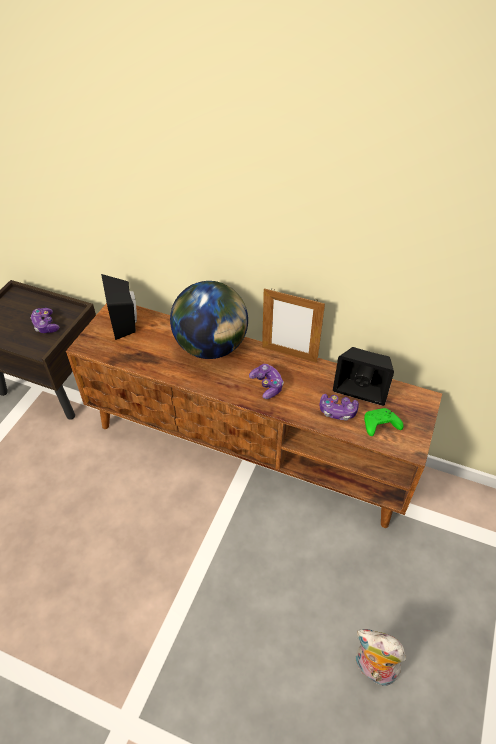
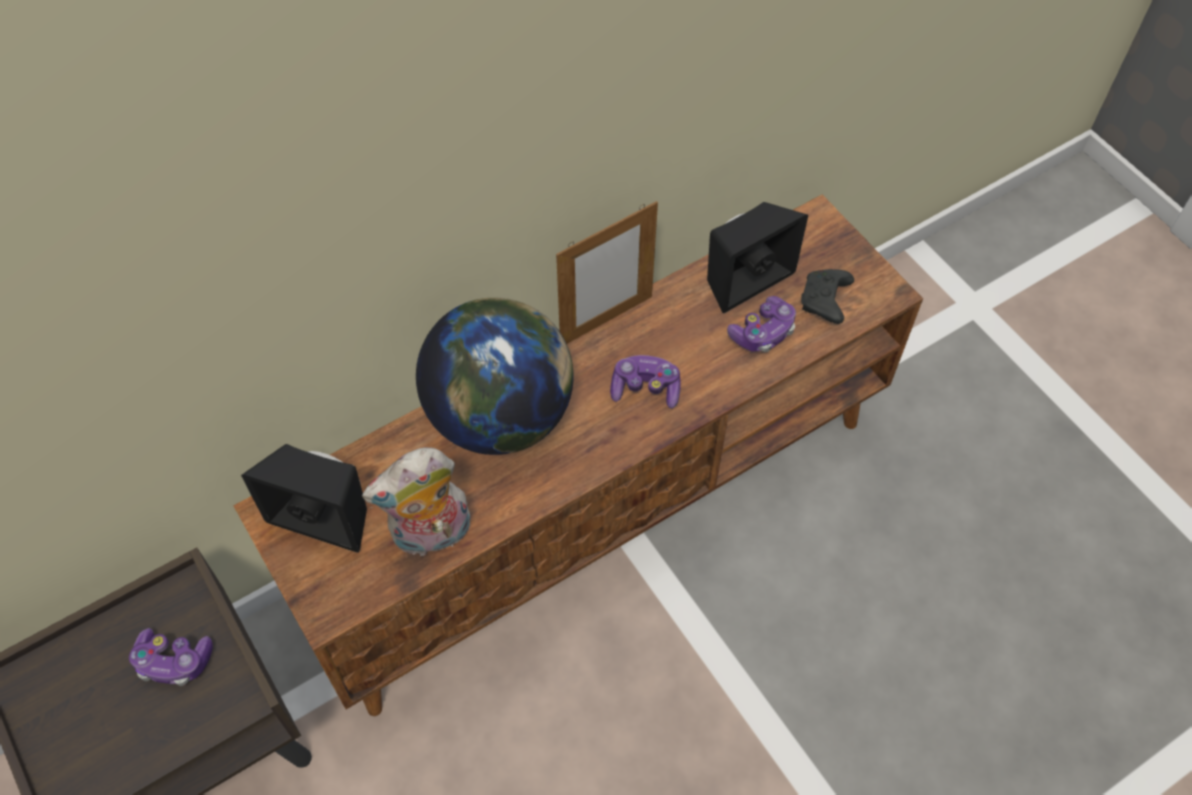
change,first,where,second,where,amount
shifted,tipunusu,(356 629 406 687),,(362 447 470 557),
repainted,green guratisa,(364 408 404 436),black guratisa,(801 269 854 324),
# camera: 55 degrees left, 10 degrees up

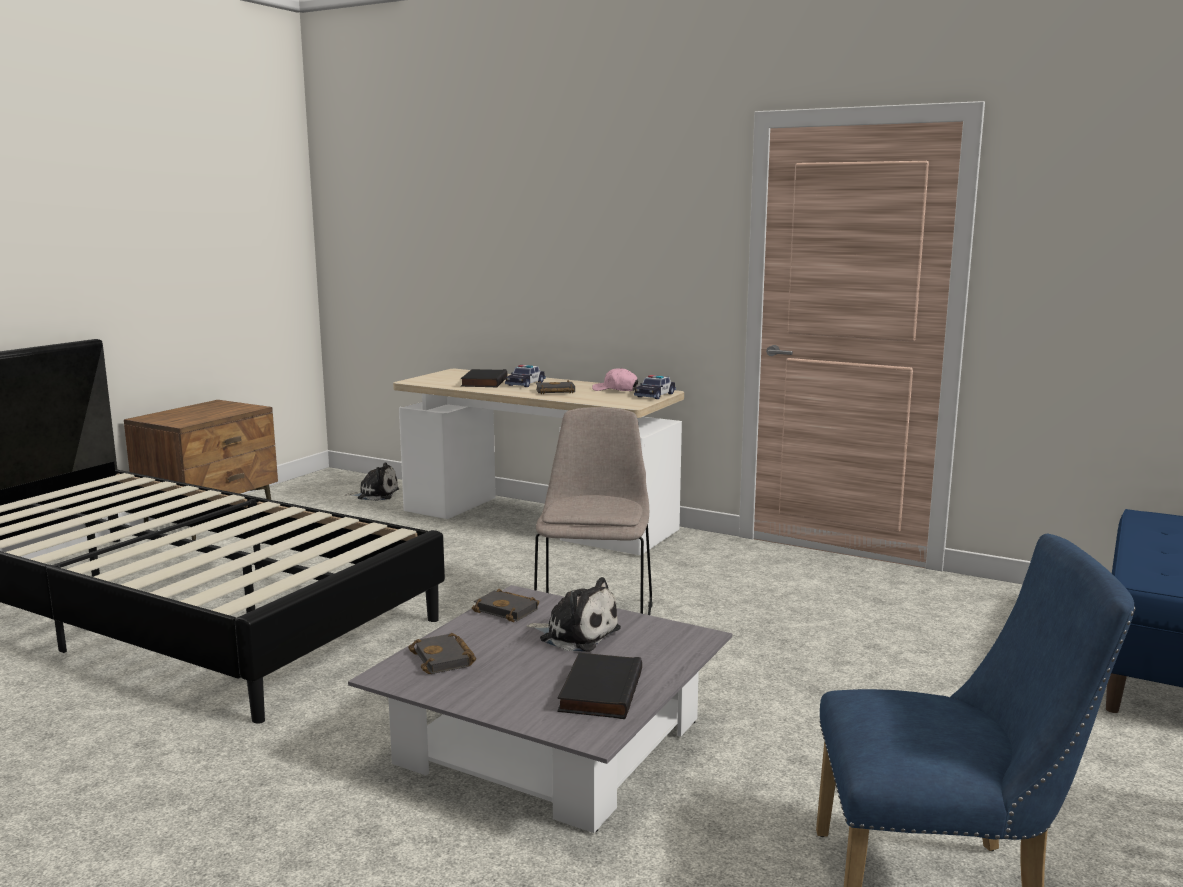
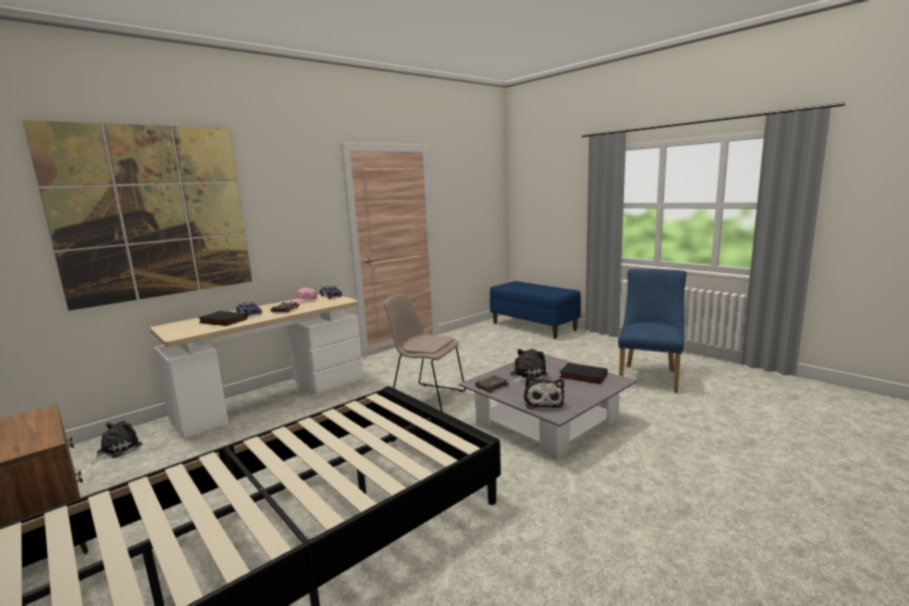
change,first,where,second,where,amount
swapped,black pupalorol,(408 633 476 674),tipunusu,(524 376 564 409),
new,,,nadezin,(22 120 252 311),
# camera: 70 degrees left, 0 degrees up

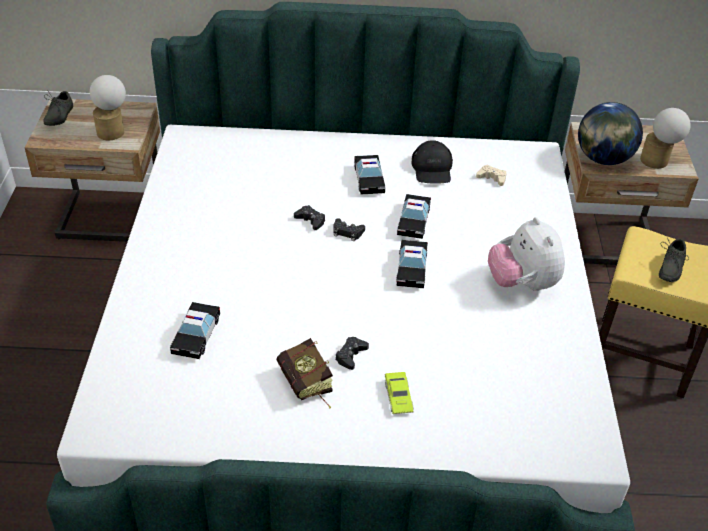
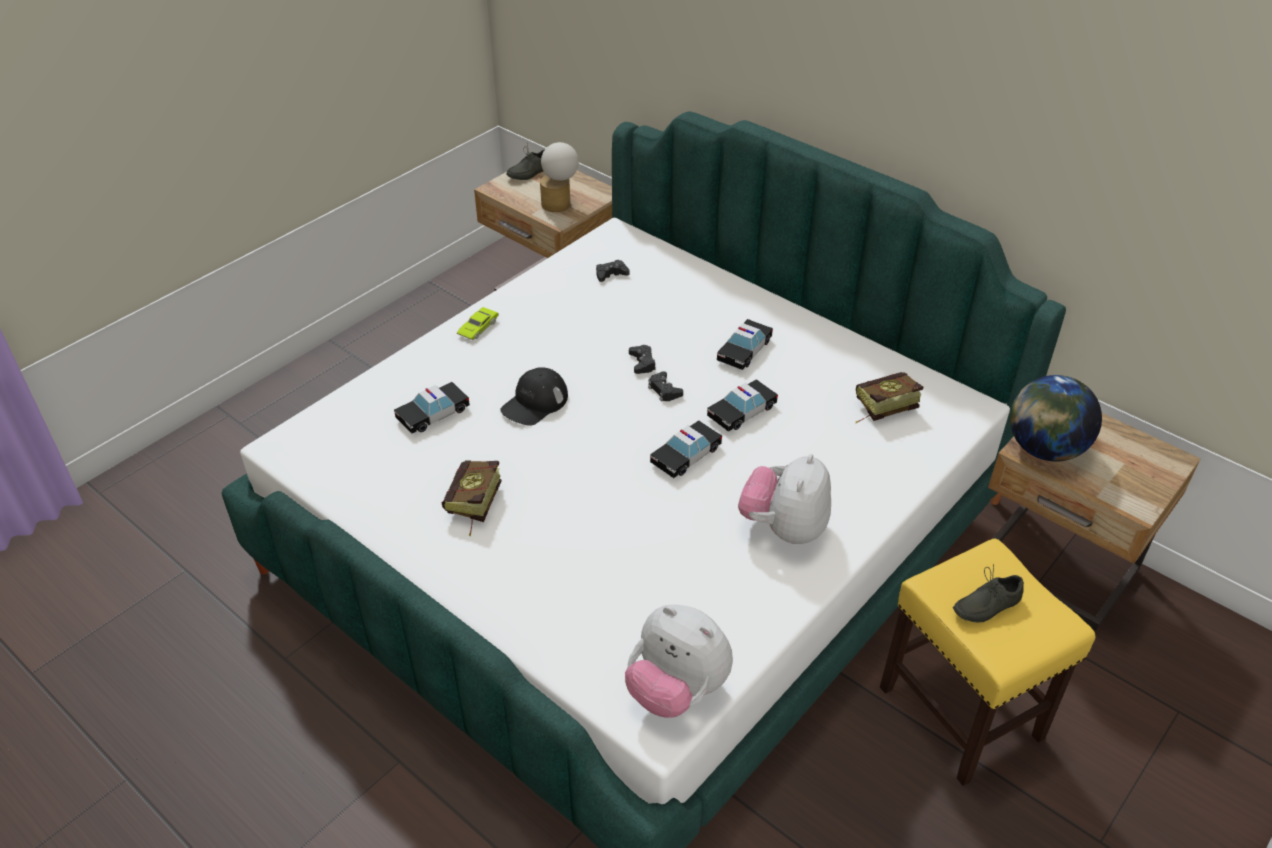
change,first,where,second,where,amount
shifted,black guratisa,(335 337 369 370),,(596 260 630 282),
shifted,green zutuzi,(385 372 414 414),,(456 307 499 340),
shifted,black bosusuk,(412 140 453 184),,(500 368 568 426),
swapped,beige guratisa,(476 165 507 186),pupalorol,(855 372 923 423),
gone,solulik,(640 108 691 169),,,
new,,,tipunusu,(625 605 733 718),
# camera: 40 degrees right, 0 degrees up

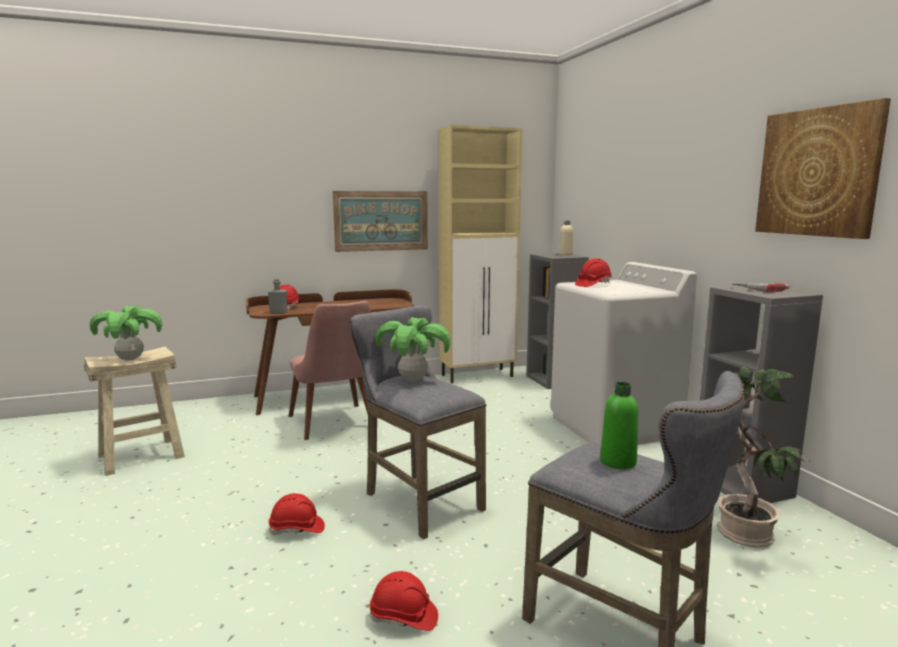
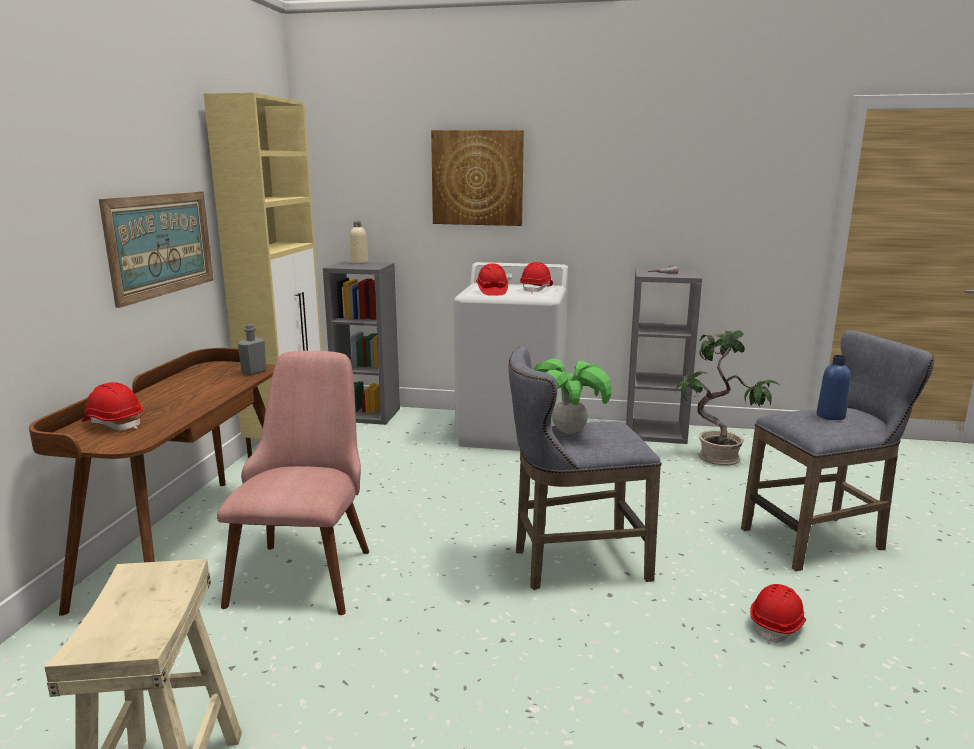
change,first,where,second,where,amount
gone,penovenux,(90 306 162 361),,,
shifted,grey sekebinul,(268 278 288 314),,(238 324 267 375),
shifted,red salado,(268 493 325 535),,(520 262 553 293),
rotated,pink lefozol,(289 301 371 440),,(217 351 369 615),90 degrees counterclockwise
repainted,green sekebinul,(600 382 639 469),blue sekebinul,(817 355 851 420),
shifted,nadezin,(755 98 891 239),,(431 130 524 226),
# camera: 60 degrees left, 5 degrees up

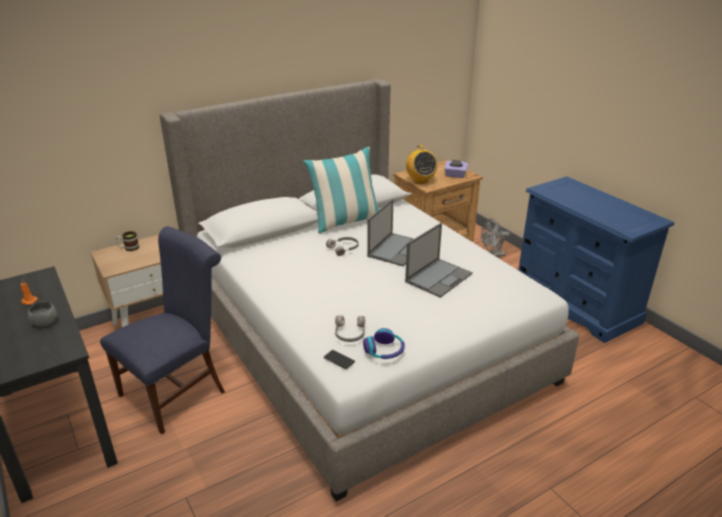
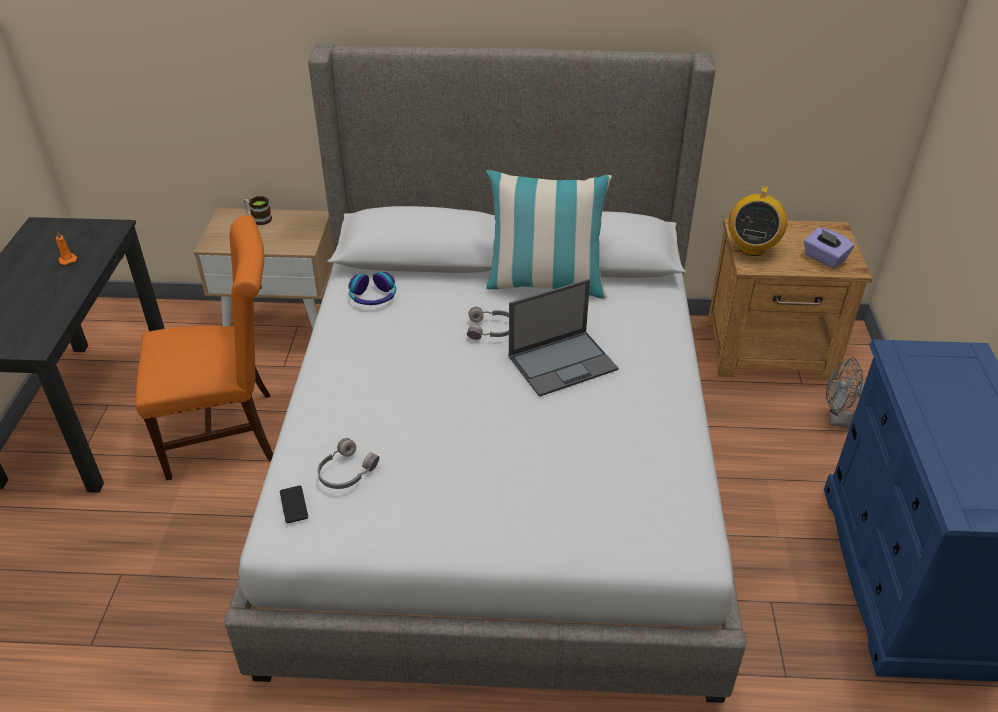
change,first,where,second,where,amount
gone,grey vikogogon,(28 301 57 326),,,
repainted,blue lefozol,(100 226 225 434),orange lefozol,(135 215 273 480),
shifted,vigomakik,(363 328 405 359),,(349 272 396 305),
gone,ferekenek,(405 223 473 298),,,
# camera: 35 degrees right, 10 degrees up

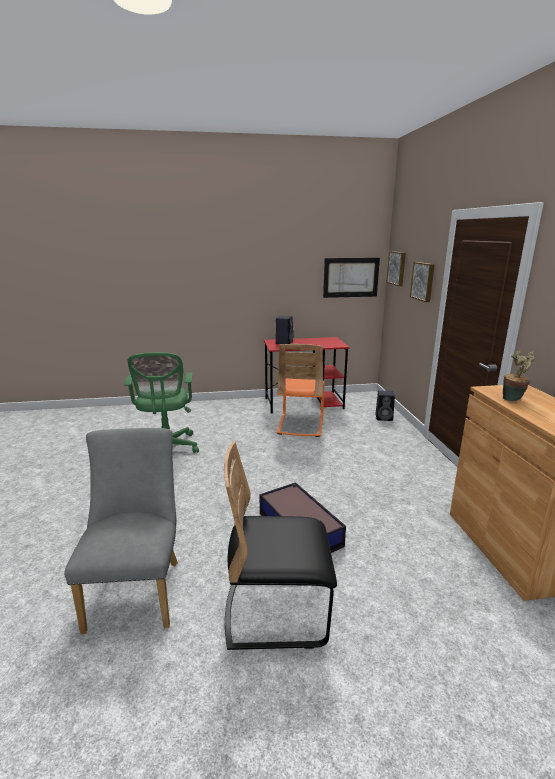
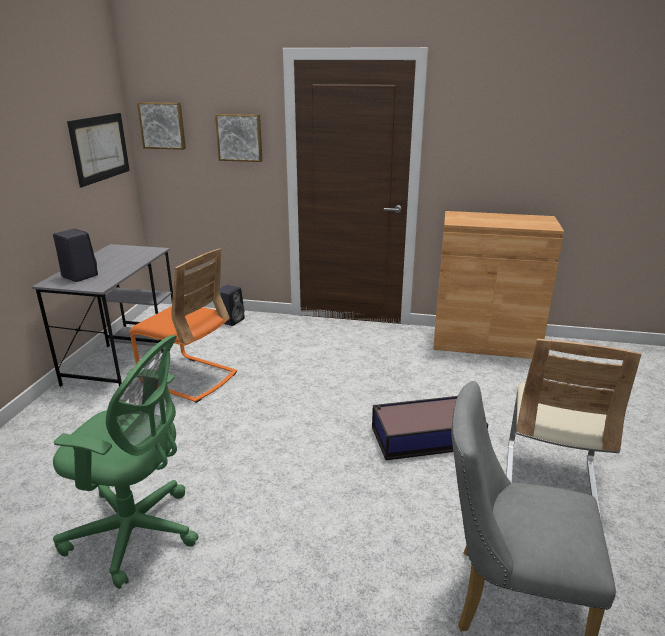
change,first,where,second,where,amount
repainted,black lefozol,(224 442 337 650),beige lefozol,(506 339 641 523),
repainted,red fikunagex,(264 337 350 414),grey fikunagex,(32 244 173 387),
gone,penovenux,(503 350 535 401),,,
# camera: 70 degrees left, 5 degrees up

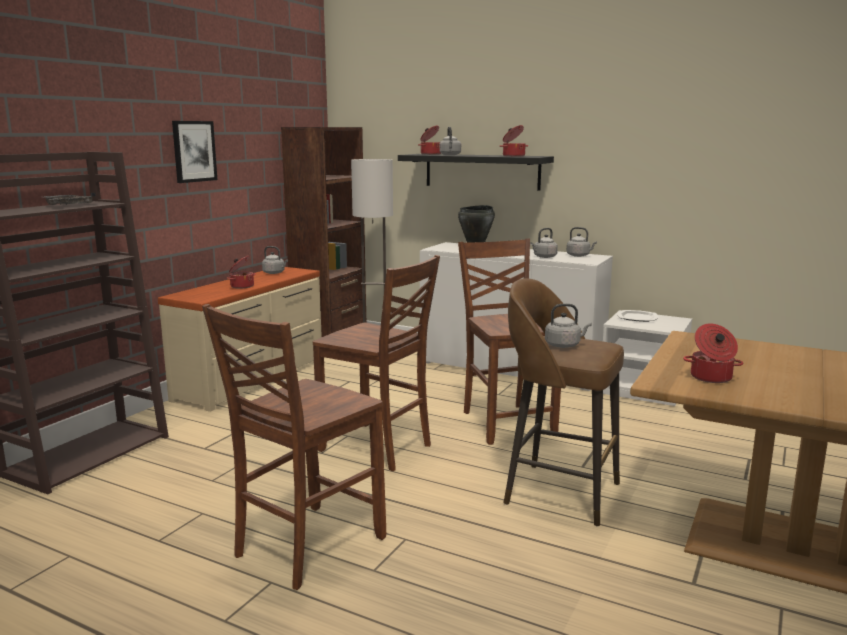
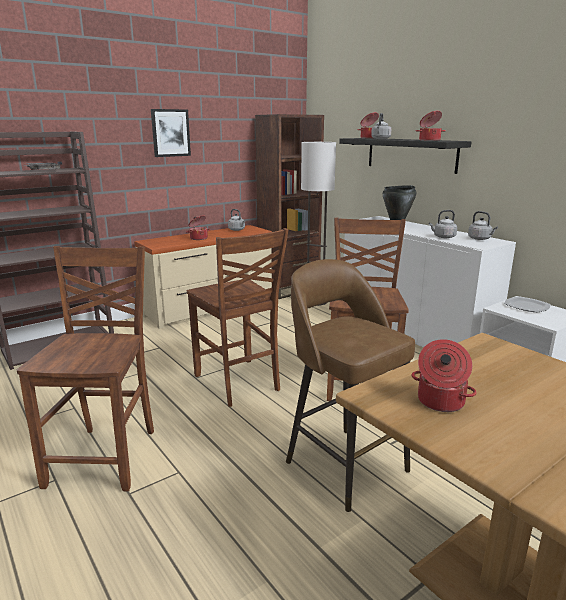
change,first,where,second,where,amount
rotated,brown lefozol,(202 304 386 590),,(17 246 154 492),120 degrees clockwise
gone,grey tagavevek,(545 304 592 348),,,
# camera: 25 degrees right, 5 degrees up

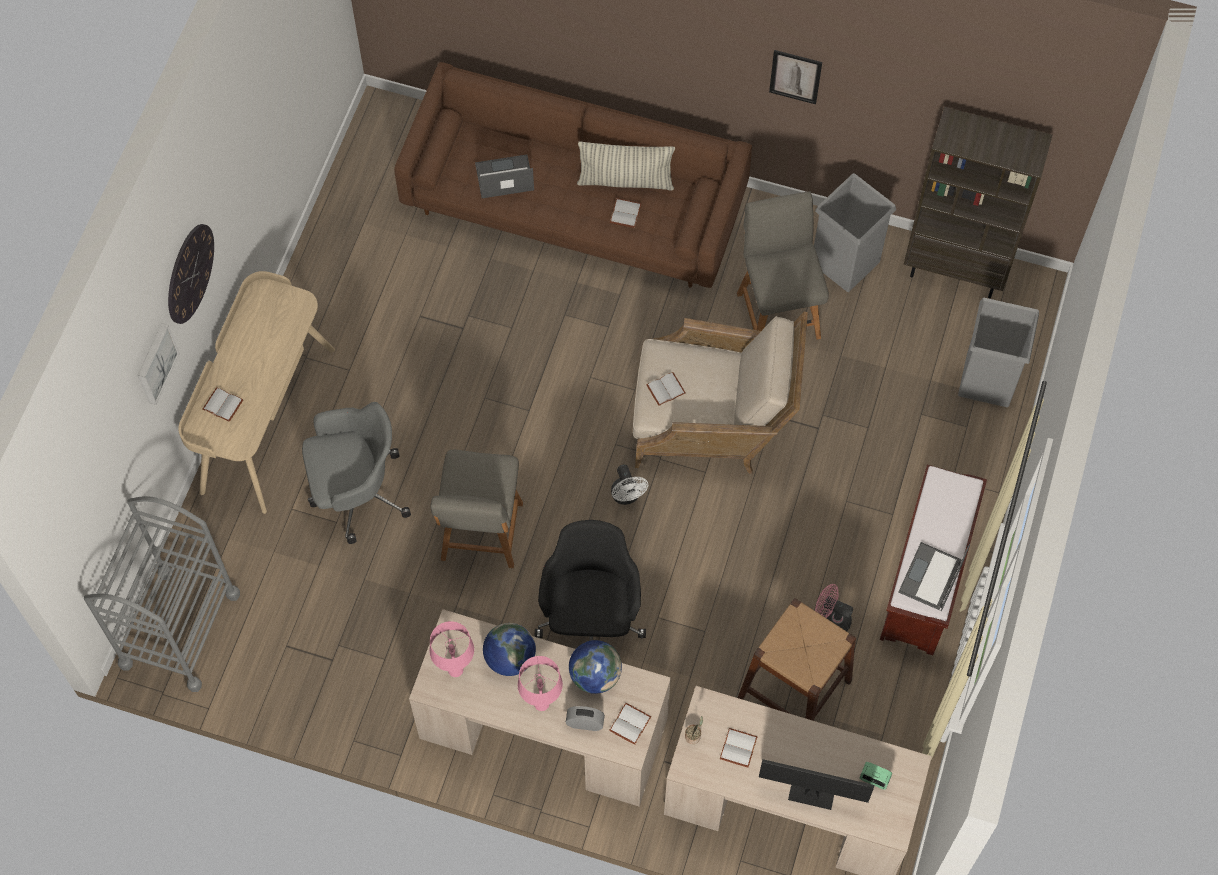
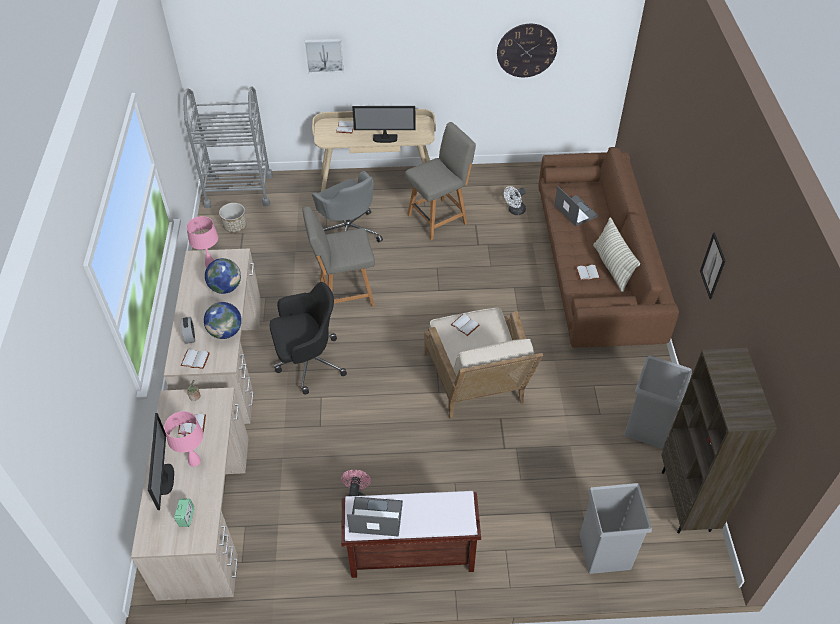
change,first,where,second,where,amount
shifted,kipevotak,(168 224 214 324),,(497 24 557 77),
shifted,pink solulik,(518 656 563 711),,(164 411 203 467),
shifted,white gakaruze,(611 465 648 505),,(504 186 526 215),
shifted,grey lefozol,(737 191 829 340),,(405 122 476 240),
gone,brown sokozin,(738 598 856 721),,,
new,,,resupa,(219 203 246 233),
new,,,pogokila,(352 106 416 143),
# camera: 70 degrees right, 15 degrees down

